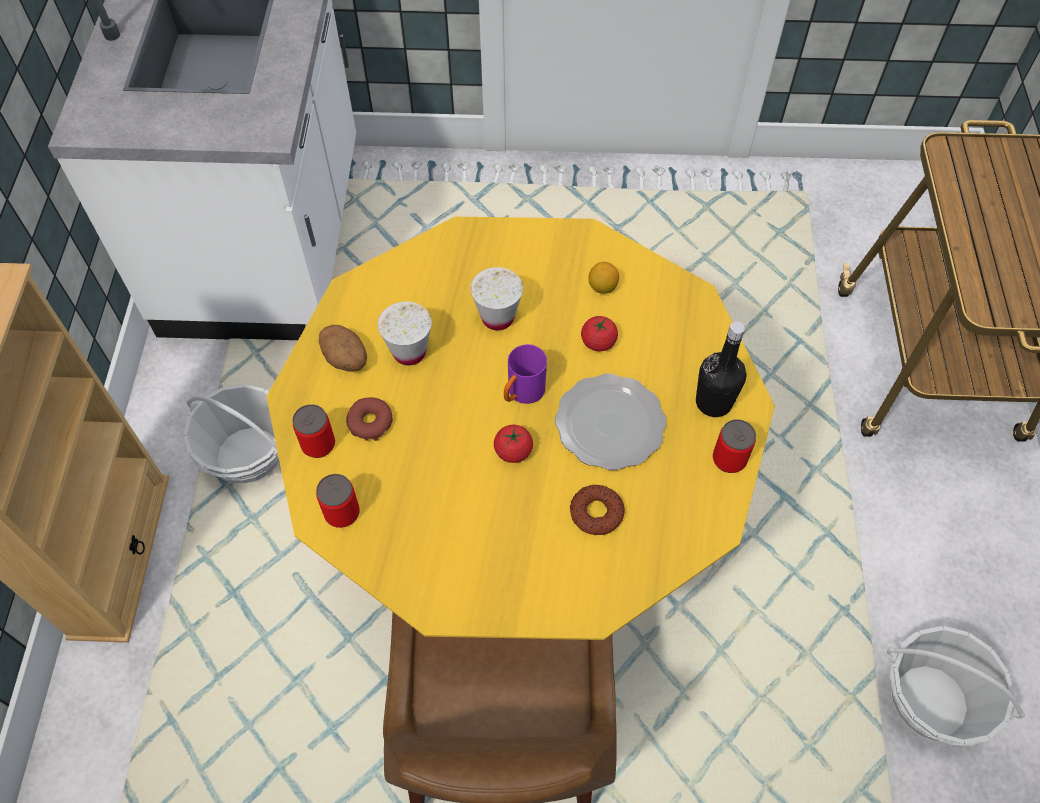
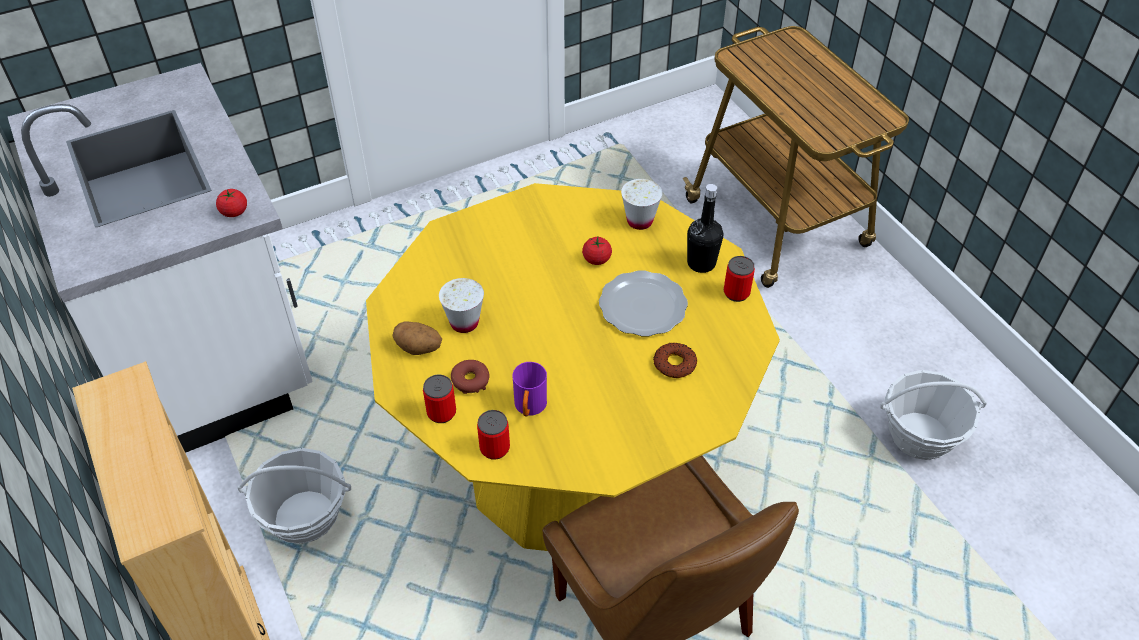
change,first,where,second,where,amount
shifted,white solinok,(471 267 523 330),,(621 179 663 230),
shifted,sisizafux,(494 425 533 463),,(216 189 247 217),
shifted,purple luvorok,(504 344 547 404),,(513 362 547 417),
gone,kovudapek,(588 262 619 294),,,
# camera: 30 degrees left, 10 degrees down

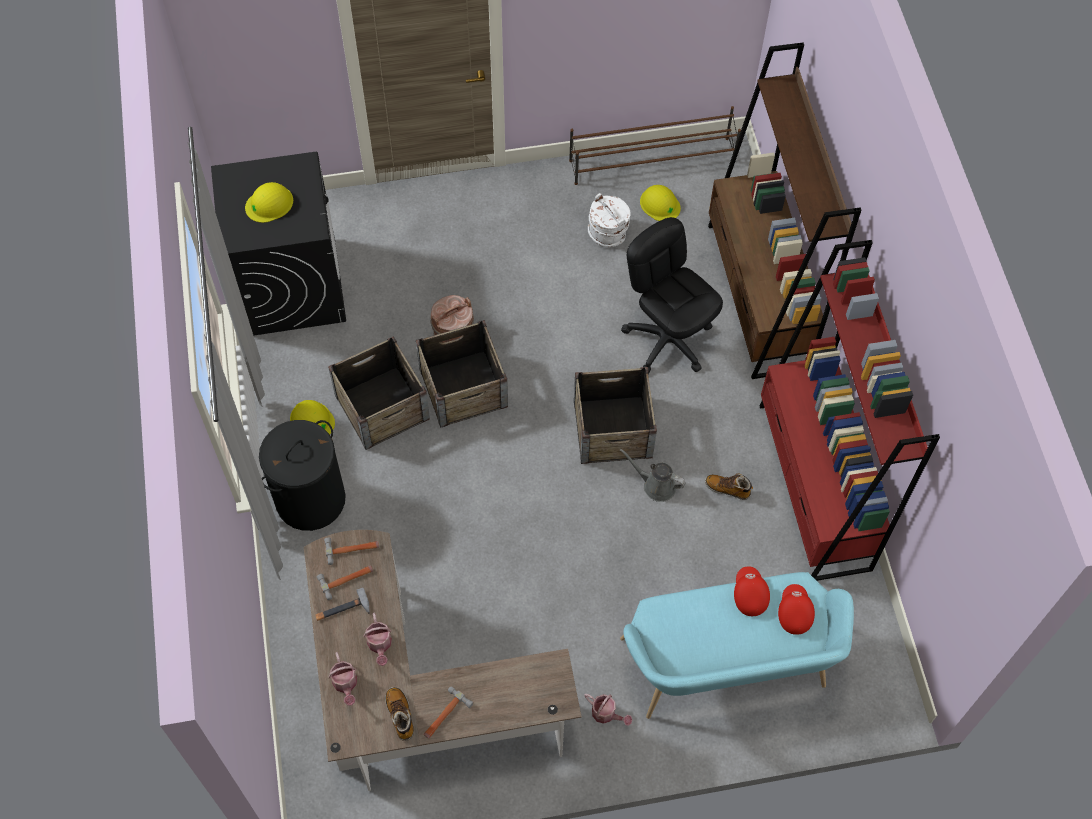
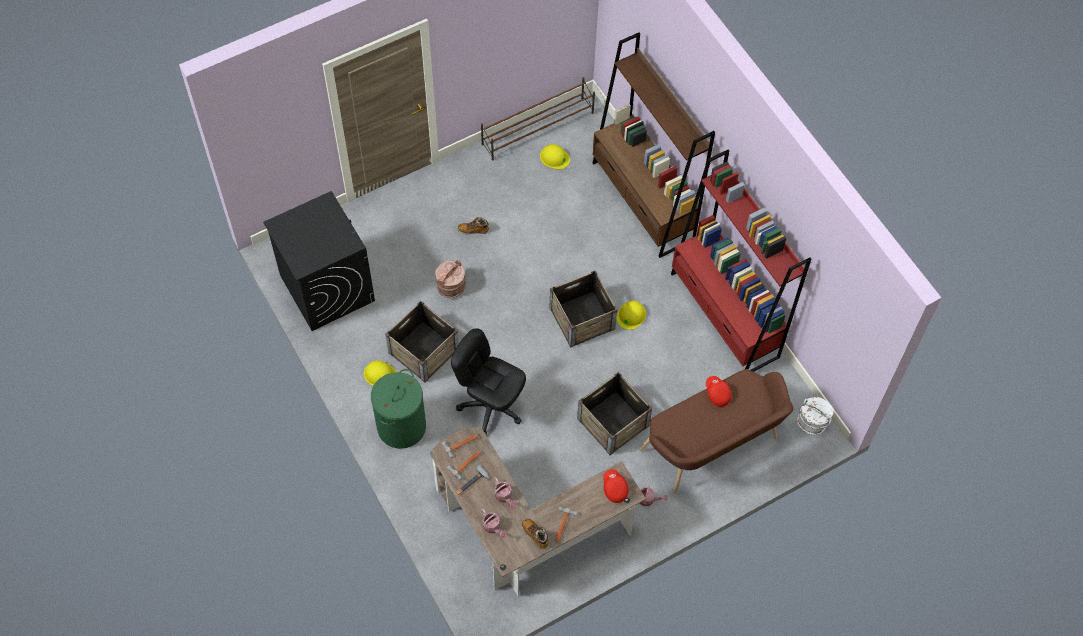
change,first,where,second,where,amount
shifted,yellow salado,(245 182 293 223),,(617 301 646 330),
repainted,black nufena,(259 420 346 531),green nufena,(371 369 426 449),
shifted,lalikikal,(416 320 508 428),,(577 372 652 455),
shifted,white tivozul,(588 193 631 247),,(797 397 833 435),
gone,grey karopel,(620 449 686 502),,,
repainted,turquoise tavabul,(620 572 854 719),brown tavabul,(639 369 793 494),
shifted,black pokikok,(621 217 723 374),,(451 328 526 435),
shifted,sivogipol,(705 473 753 500),,(458 217 489 235),
shifted,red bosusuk,(778 584 815 635),,(603 469 629 503),
# camera: 20 degrees left, 0 degrees up

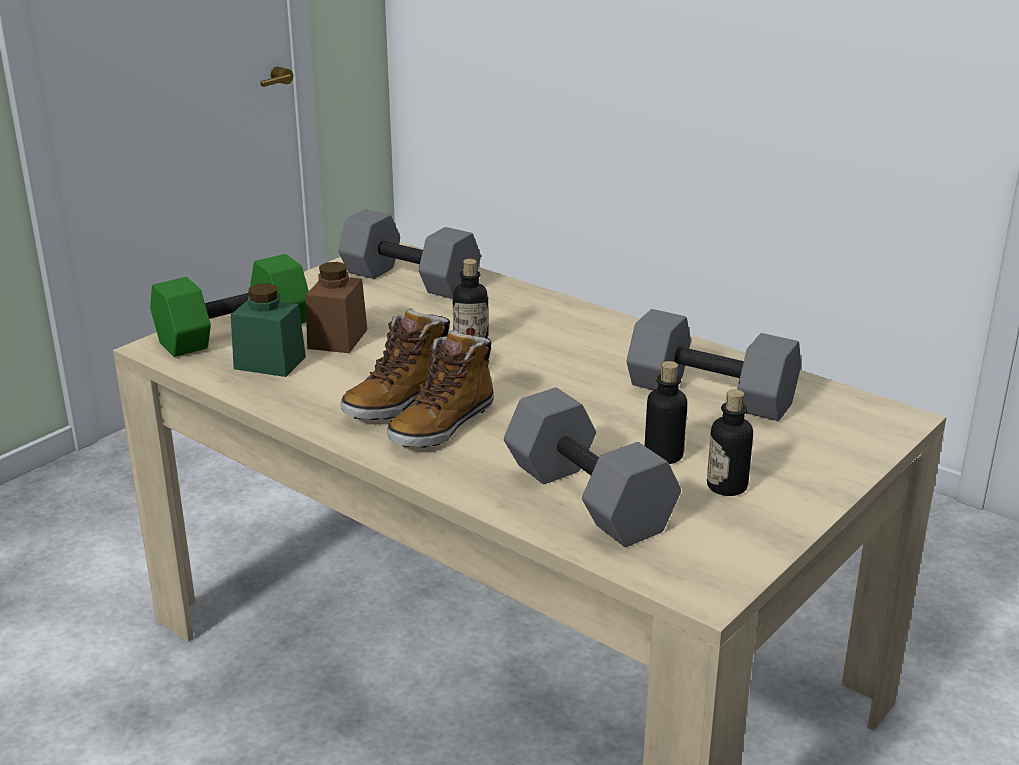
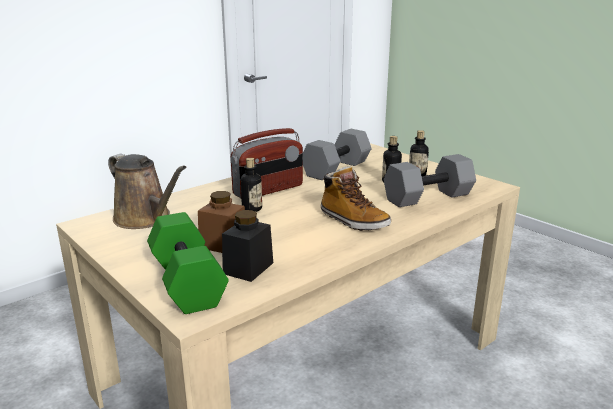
change,first,where,second,where,amount
repainted,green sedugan,(231 283 306 377),black sedugan,(222 210 273 282),
swapped,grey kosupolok,(338 209 481 299),brown karopel,(108 154 187 229),
gone,sivogipol,(340 308 450 420),,,
new,,,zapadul,(230 128 303 198),
# camera: 80 degrees left, 5 degrees down

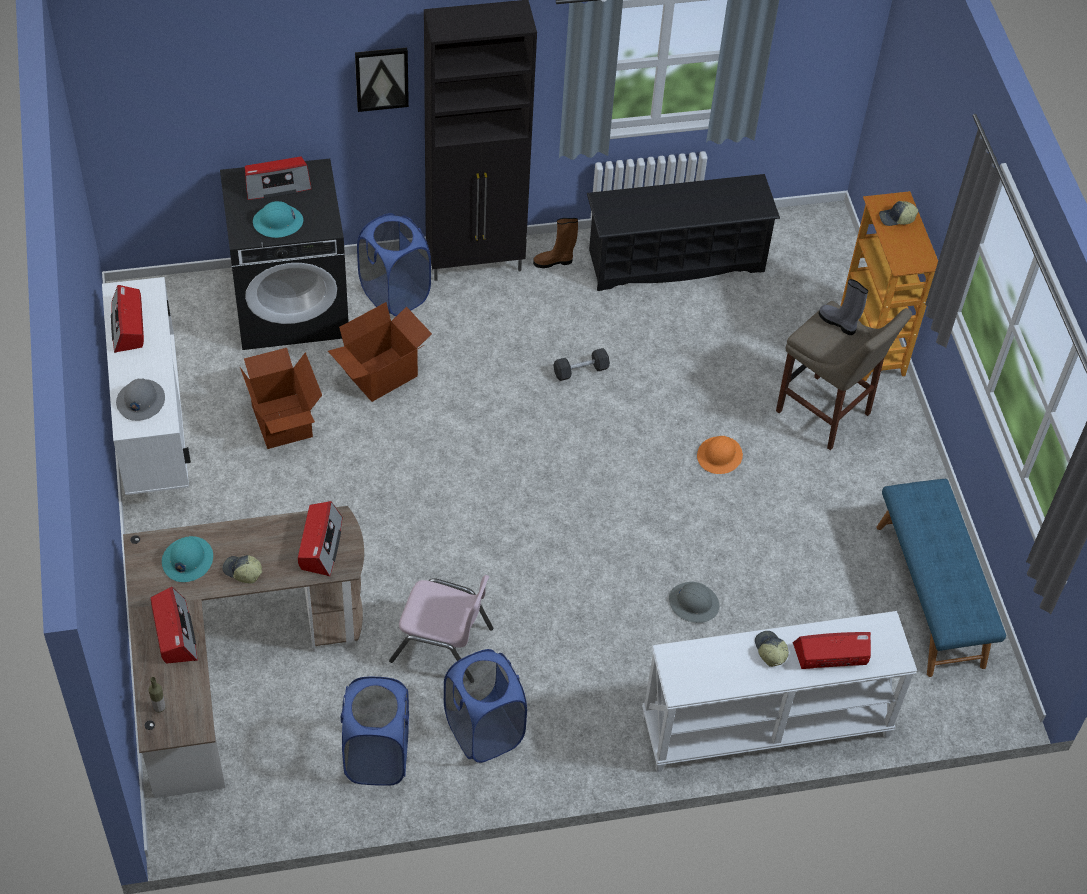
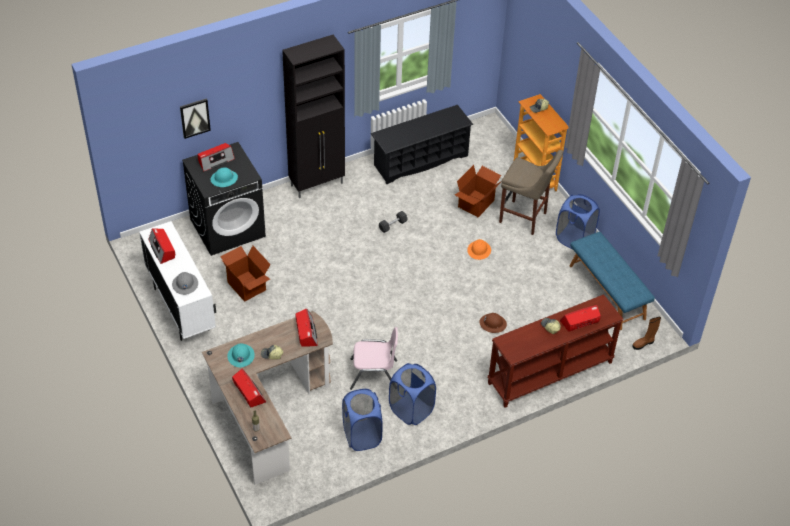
change,first,where,second,where,amount
shifted,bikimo,(328 302 432 402),,(455 165 502 217),
shifted,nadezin,(355 48 409 112),,(180 98 211 139),
shifted,blue nufena,(357 213 431 316),,(556 194 600 250),
shifted,brown sivogipol,(533 218 578 268),,(632 317 661 350),
repainted,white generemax,(642 611 917 772),brown generemax,(488 294 623 408),
repainted,grey salado,(669 582 719 623),brown salado,(480 313 507 333),
gone,grey sivogipol,(819 279 868 335),,,
# camera: 15 degrees left, 5 degrees down

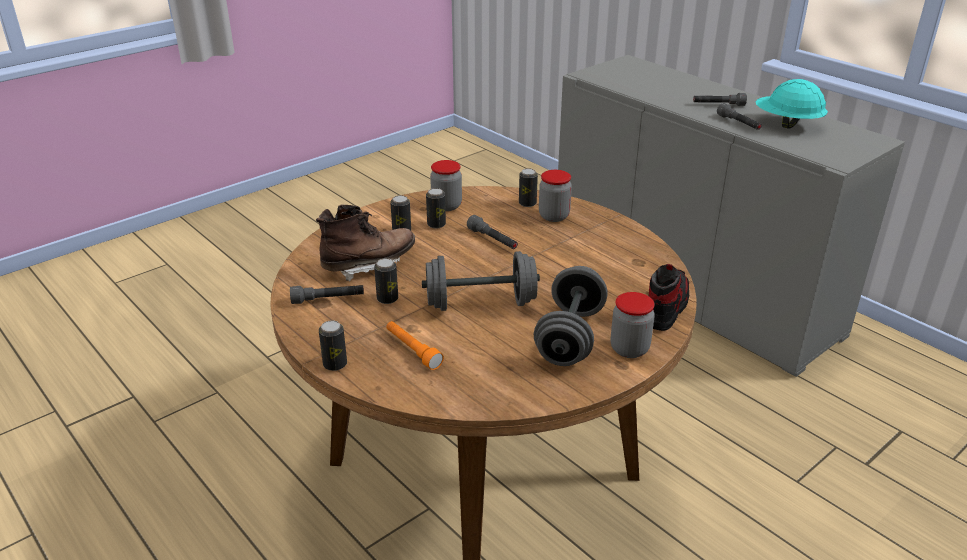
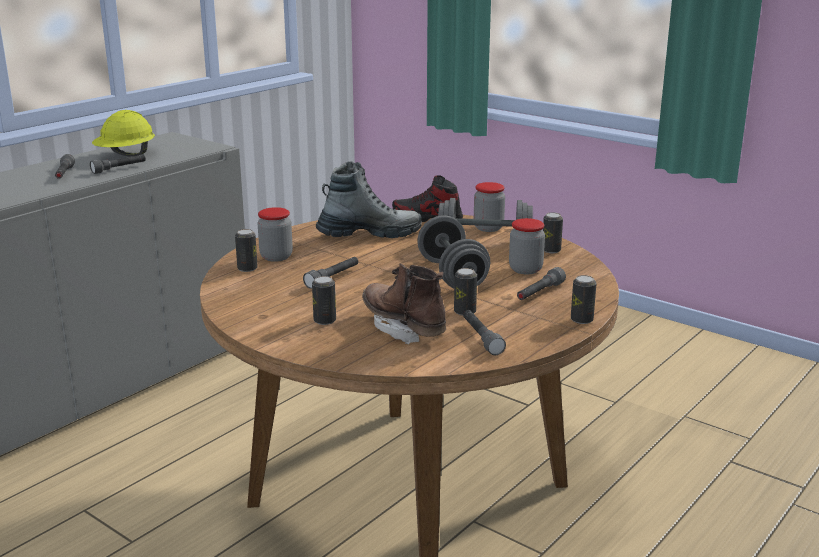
change,first,where,second,where,amount
repainted,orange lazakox,(386 321 444 370),grey lazakox,(517 267 566 300),
shifted,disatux,(426 188 446 228),,(543 212 563 254),
shifted,sedugan,(430 160 462 211),,(509 218 545 274),
repainted,turquoise salado,(756 79 828 129),yellow salado,(92 110 155 156),
new,,,sivogipol,(316 161 422 238),
# camera: 100 degrees left, 10 degrees down

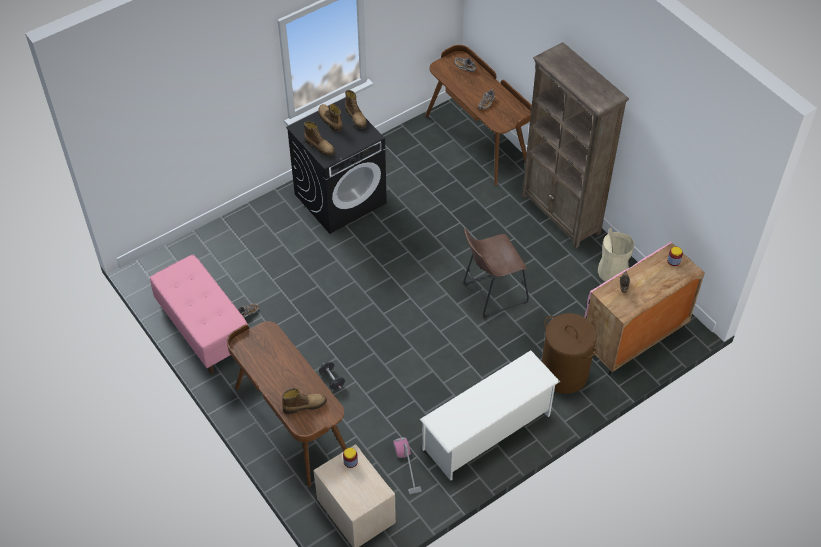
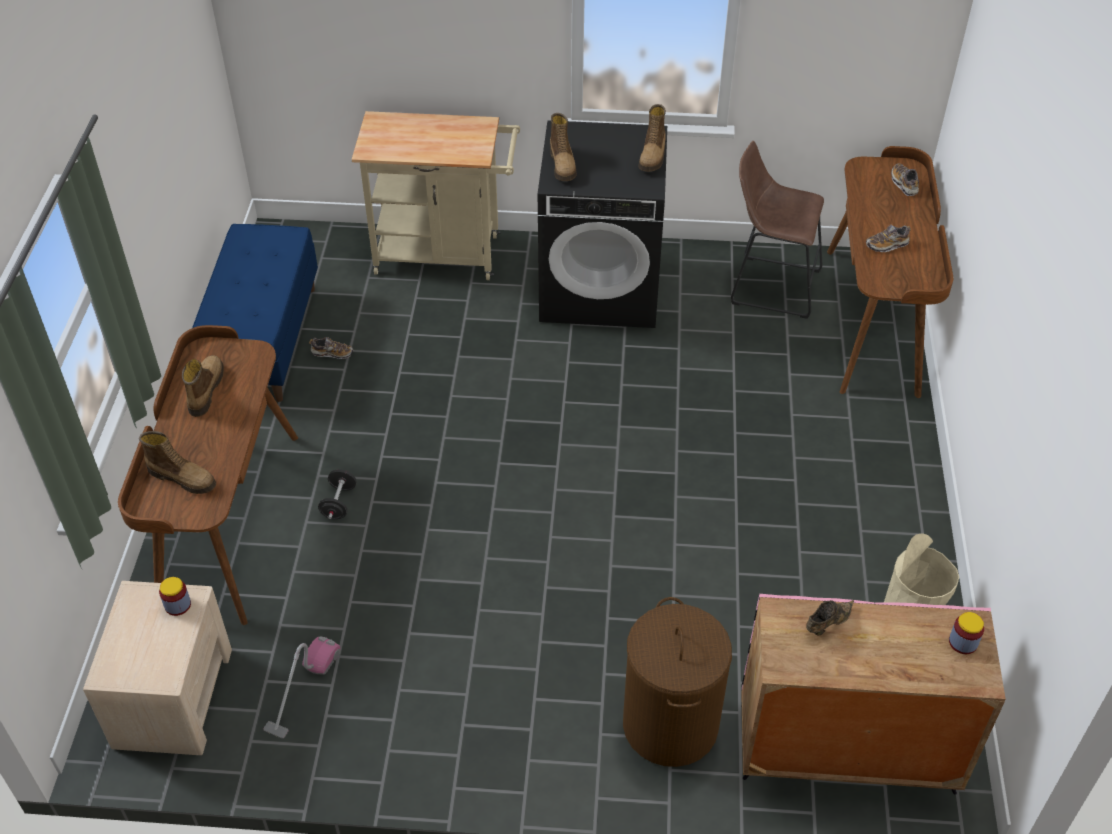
change,first,where,second,where,amount
repainted,pink tavabul,(150 255 248 374),blue tavabul,(192 224 318 402),
shifted,sivogipol,(318 104 343 132),,(182 355 224 417),
gone,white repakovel,(420 350 560 481),,,
shifted,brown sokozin,(464 228 529 318),,(731 141 824 319),
gone,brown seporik,(521 42 629 249),,,
new,,,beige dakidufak,(351 111 520 280),
# camera: 40 degrees right, 5 degrees down

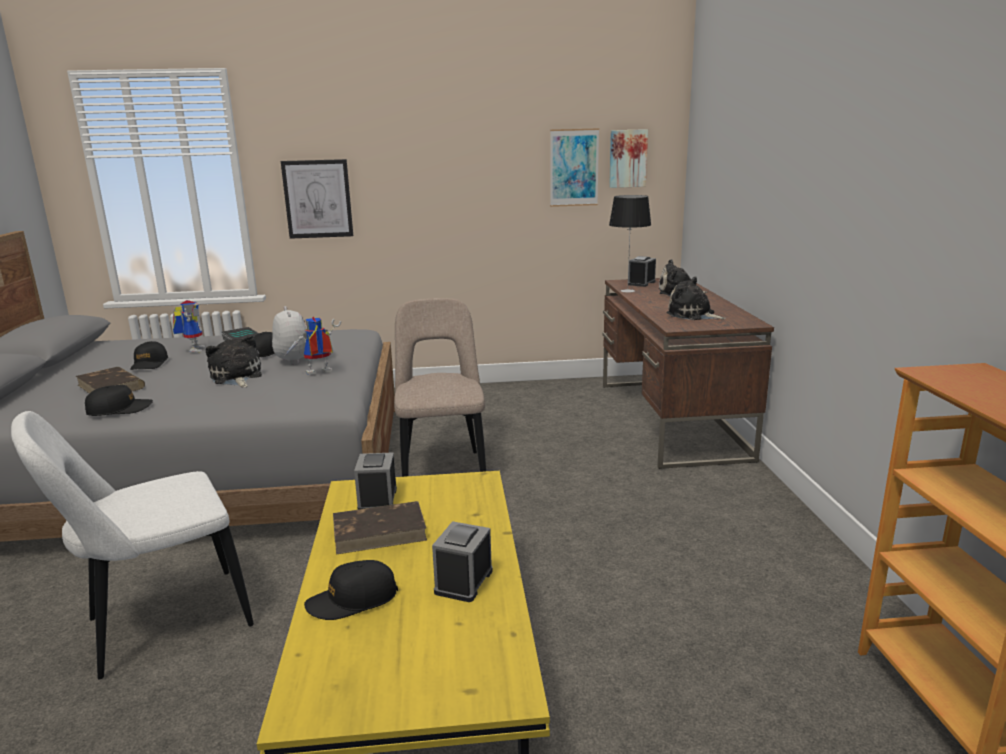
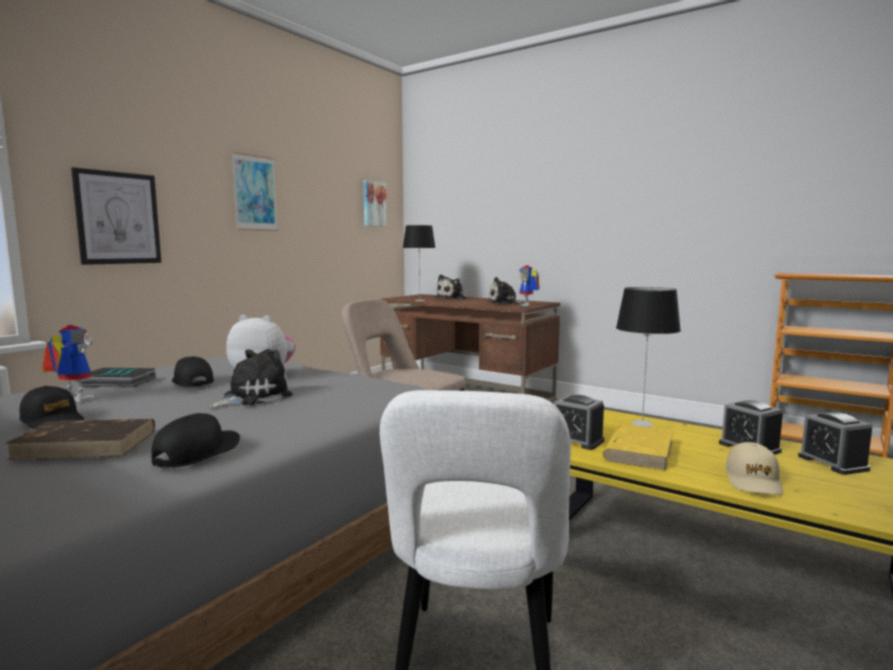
change,first,where,second,where,amount
rotated,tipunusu,(206 335 262 388),,(209 349 293 408),120 degrees clockwise
shifted,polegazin,(285 316 341 375),,(519 265 539 307),
repainted,black bosusuk,(304 560 398 620),beige bosusuk,(725 442 783 495),
repainted,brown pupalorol,(333 501 427 555),yellow pupalorol,(602 424 673 471),
shifted,nadezin,(550 128 599 207),,(232 152 278 231),
shifted,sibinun,(628 256 656 287),,(798 412 873 475),
new,,,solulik,(616 287 681 427),
# camera: 50 degrees left, 10 degrees down

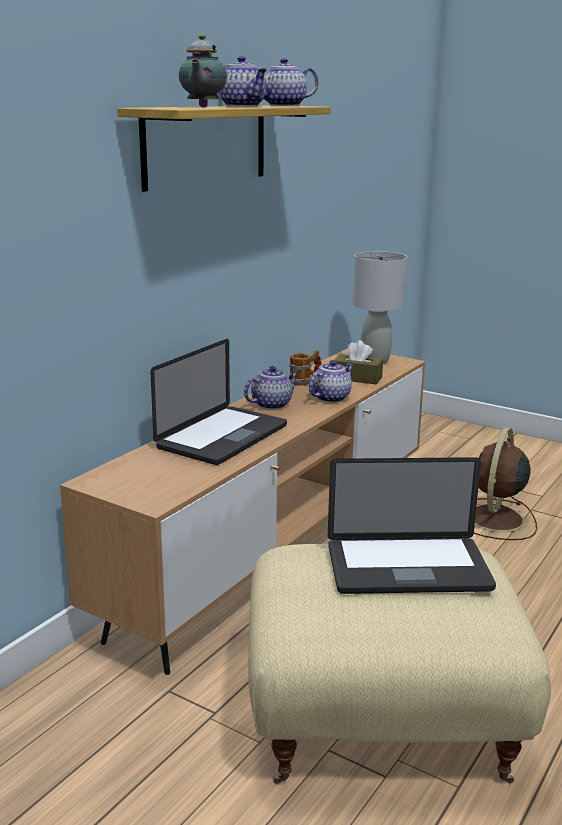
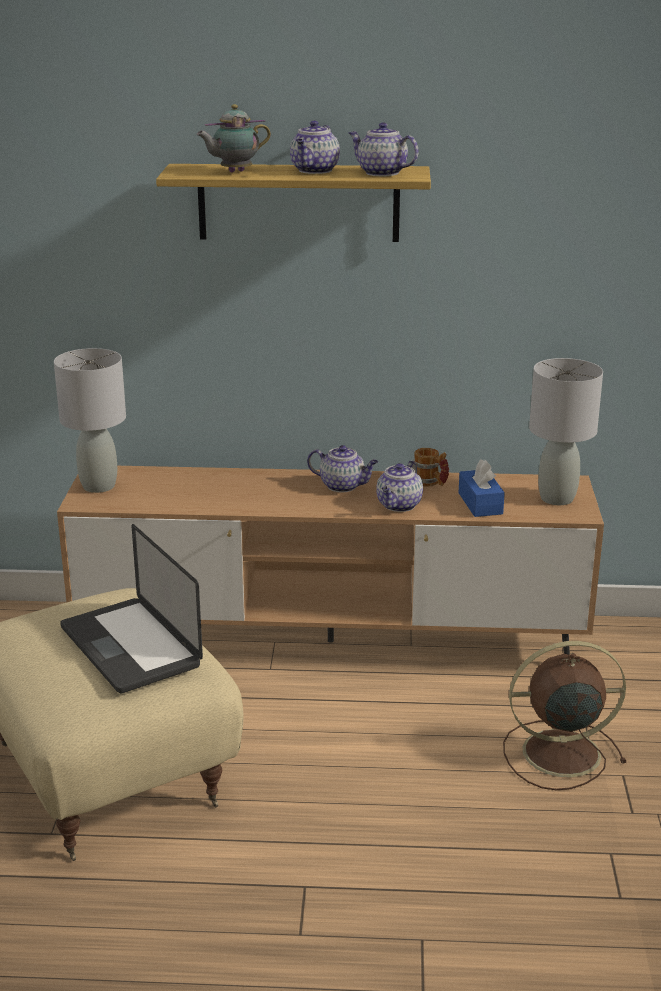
change,first,where,second,where,amount
gone,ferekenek,(150 339 287 465),,,
rotated,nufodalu,(309 360 354 403),,(376 461 423 512),105 degrees clockwise
repainted,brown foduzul,(334 340 383 384),blue foduzul,(459 459 505 517),
new,,,grey solulik,(54 348 126 493),
# camera: 60 degrees right, 5 degrees up

